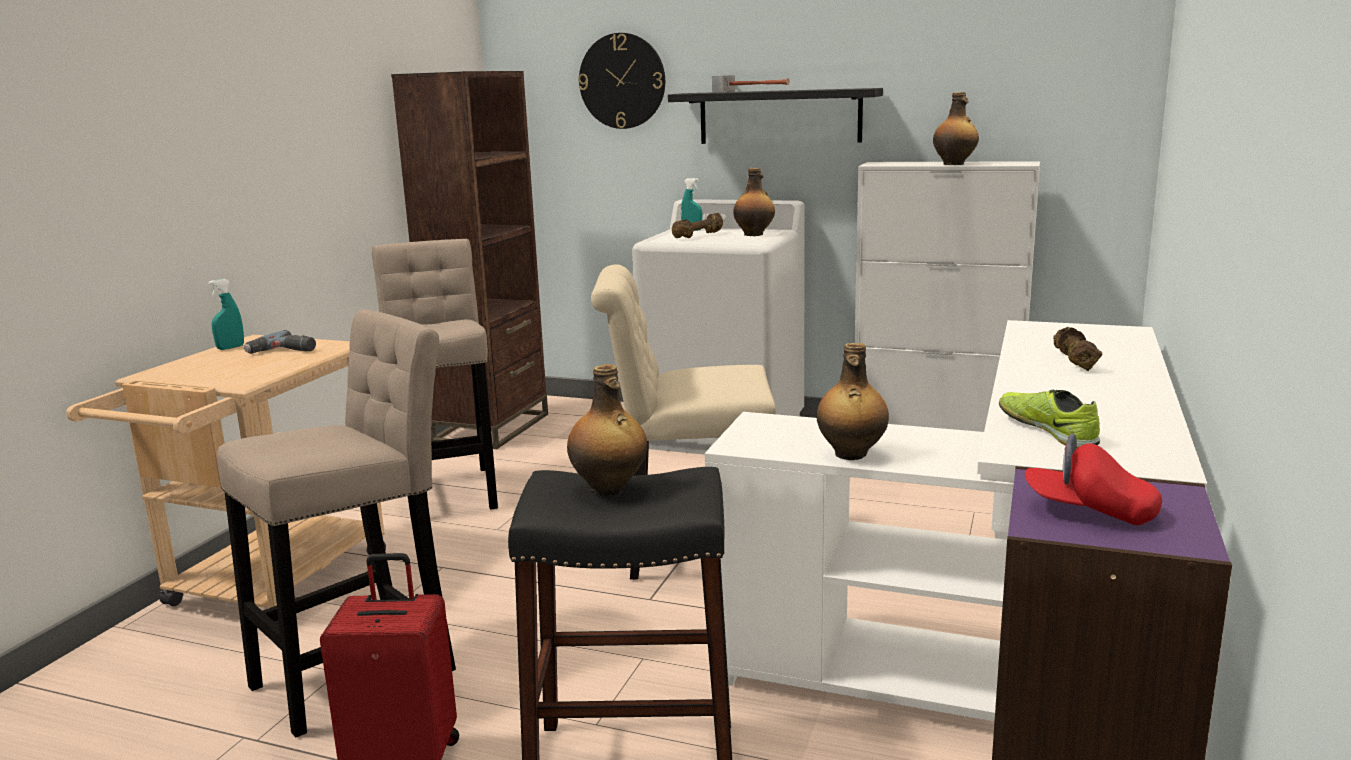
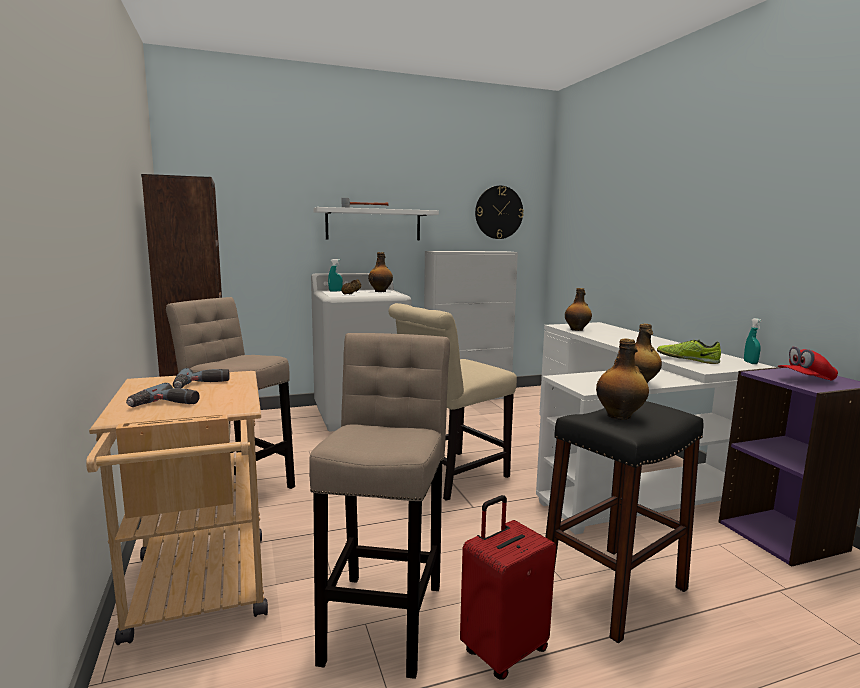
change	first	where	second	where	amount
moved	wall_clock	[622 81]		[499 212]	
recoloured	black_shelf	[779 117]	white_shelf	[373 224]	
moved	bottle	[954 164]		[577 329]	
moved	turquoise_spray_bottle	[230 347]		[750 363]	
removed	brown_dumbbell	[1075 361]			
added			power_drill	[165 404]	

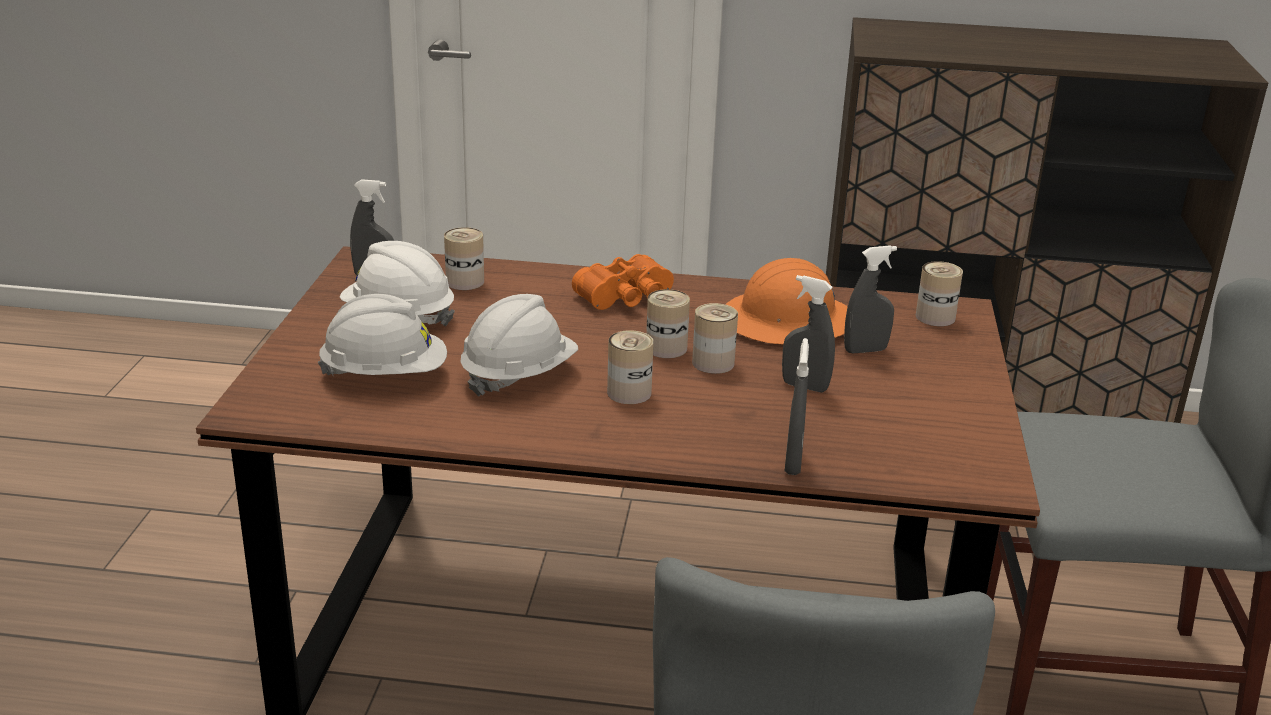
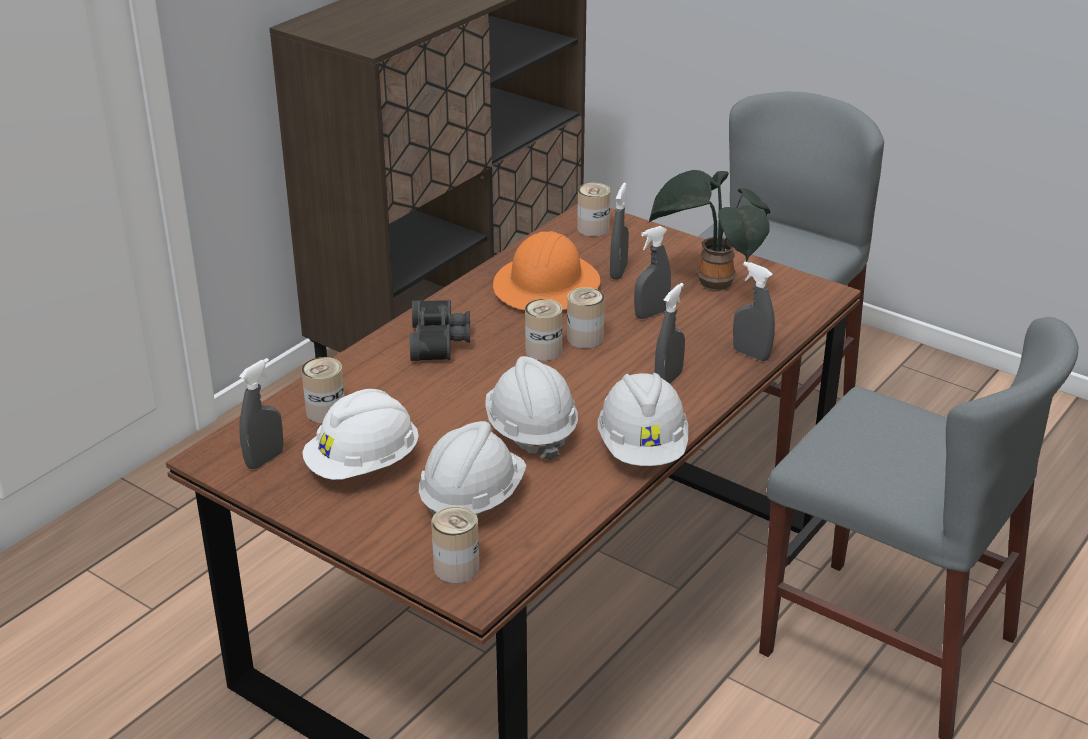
change	first	where	second	where	amount
recoloured	orange_binoculars	[627 298]	black_binoculars	[441 341]	
moved	can	[629 393]		[456 568]	
added			potted_plant	[710 284]	
added			grey_spray_bottle	[668 379]	
added			white_hard_hat	[642 448]	

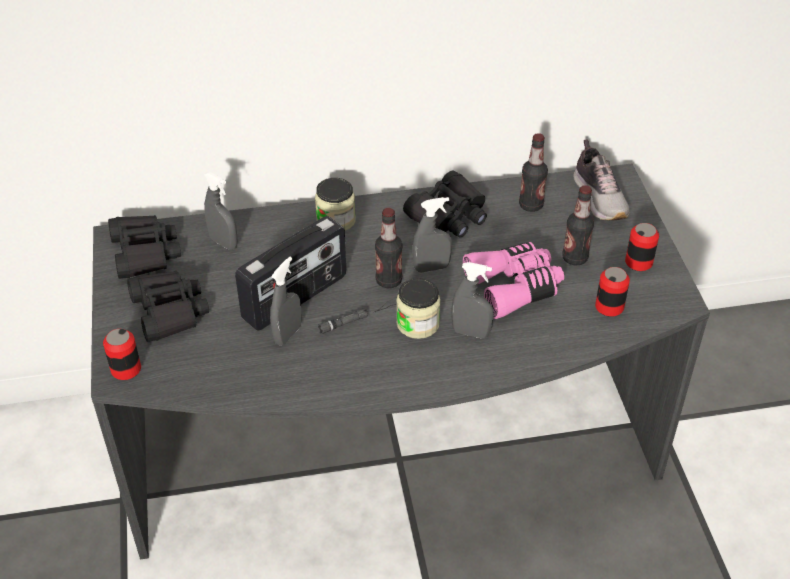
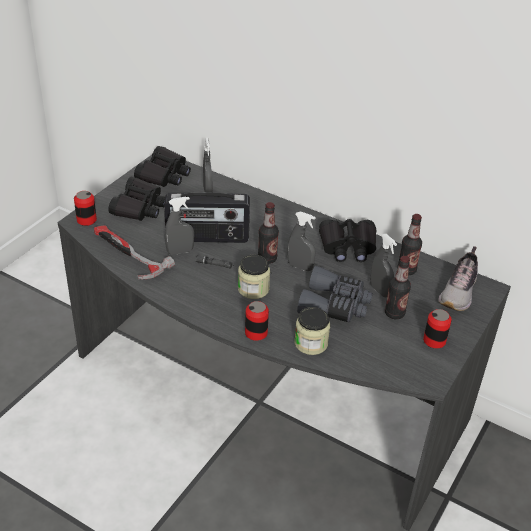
change	first	where	second	where	amount
moved	jar	[336 220]		[311 343]	
recoloured	pink_binoculars	[515 287]	grey_binoculars	[335 305]	
moved	grey_spray_bottle	[471 332]		[379 290]	
moved	can	[609 307]		[256 333]	
added			hammer	[127 254]	

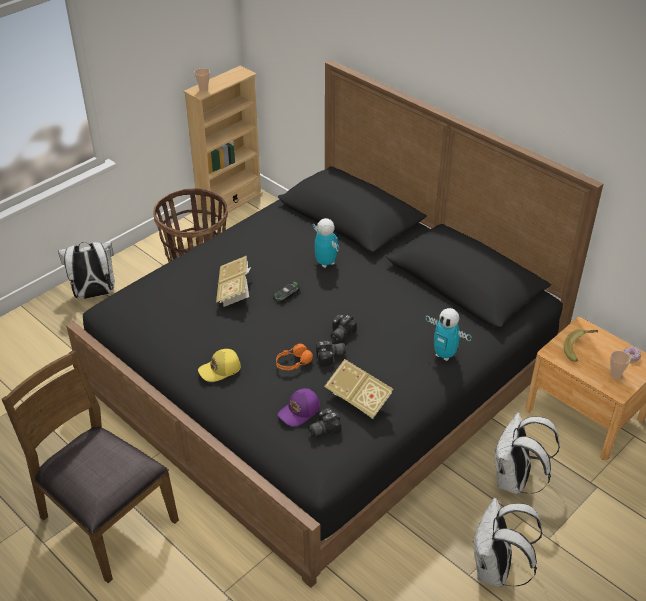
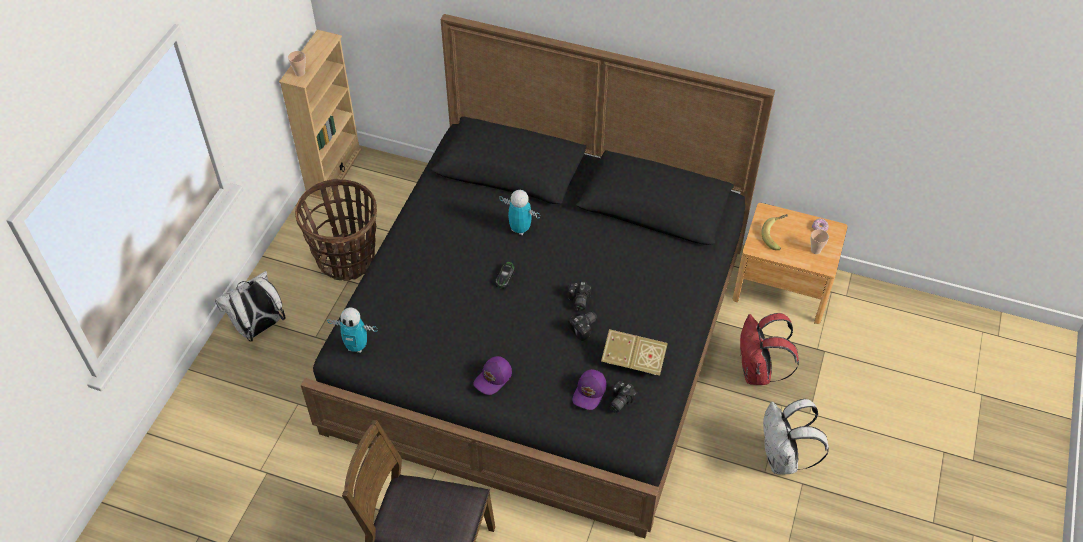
change	first	where	second	where	amount
removed	book	[234 291]			
moved	toy_robot	[444 355]		[356 346]	
removed	orange_headphones	[293 363]			
recoloured	yellow_cap	[220 370]	purple_cap	[493 378]	
recoloured	white_backpack	[515 481]	red_backpack	[758 372]	

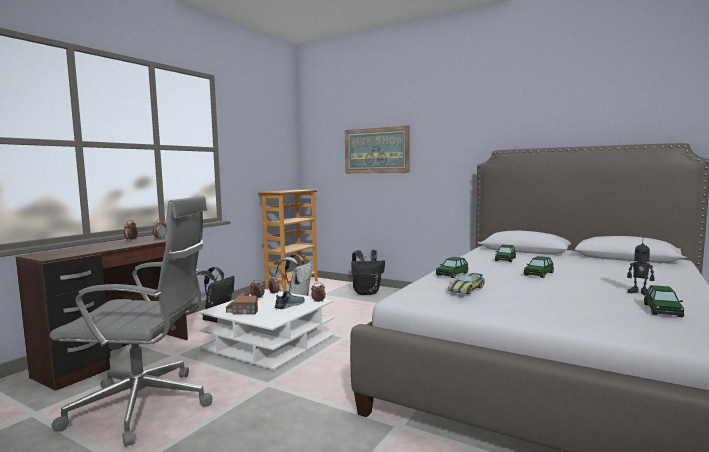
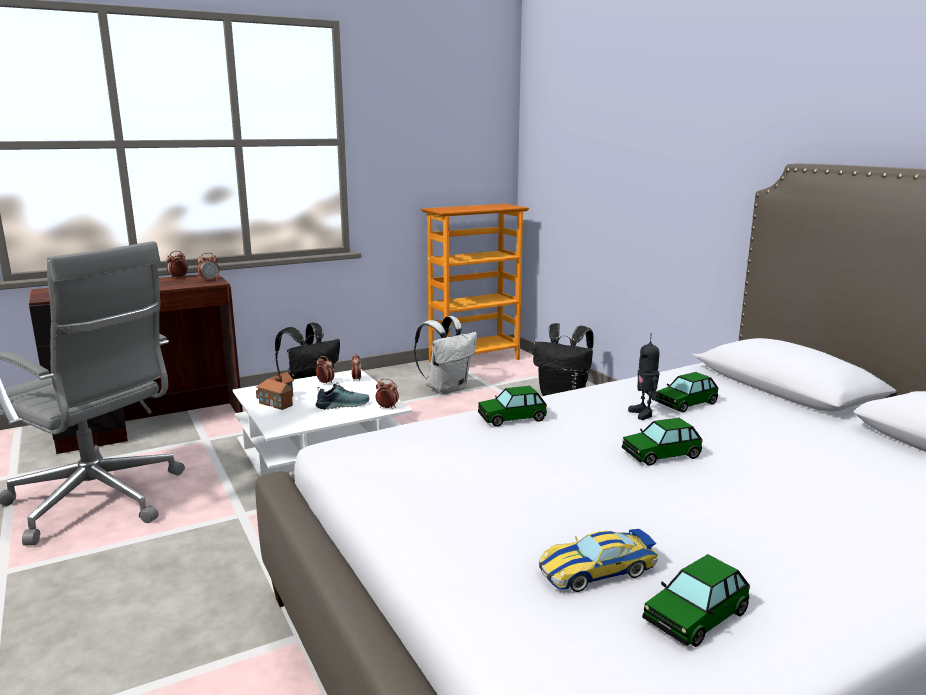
change	first	where	second	where	amount
removed	picture	[376 150]			
moved	toy_robot	[639 292]		[643 414]	
moved	toy_car	[466 289]		[597 570]	

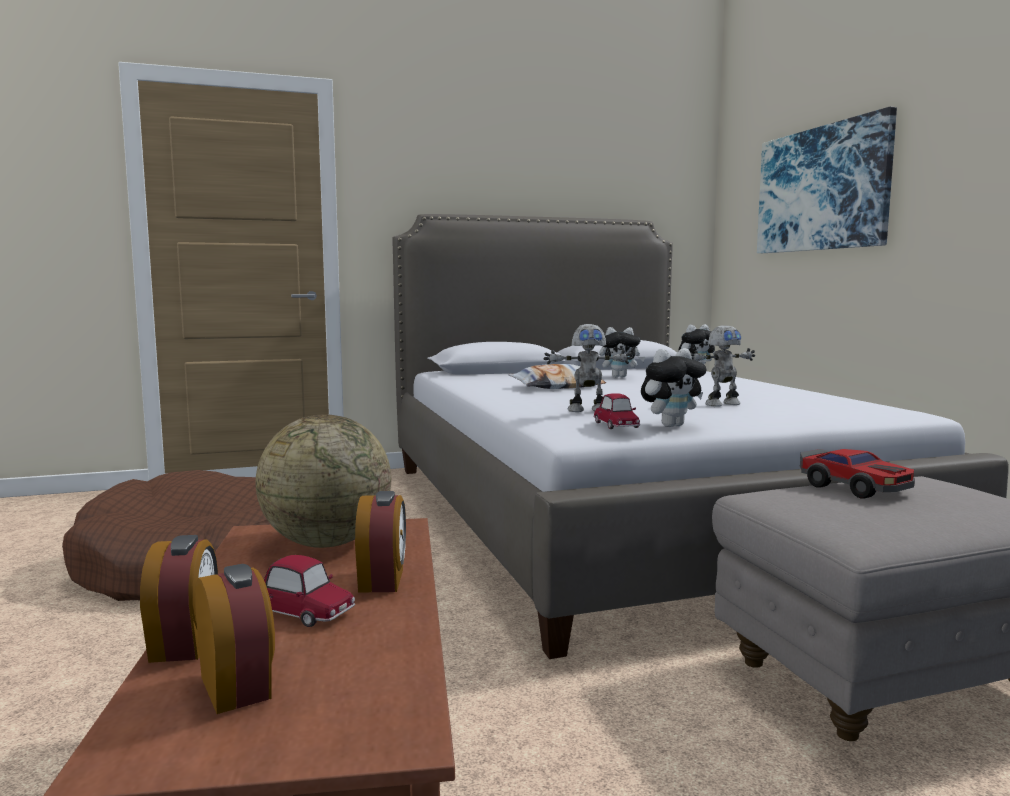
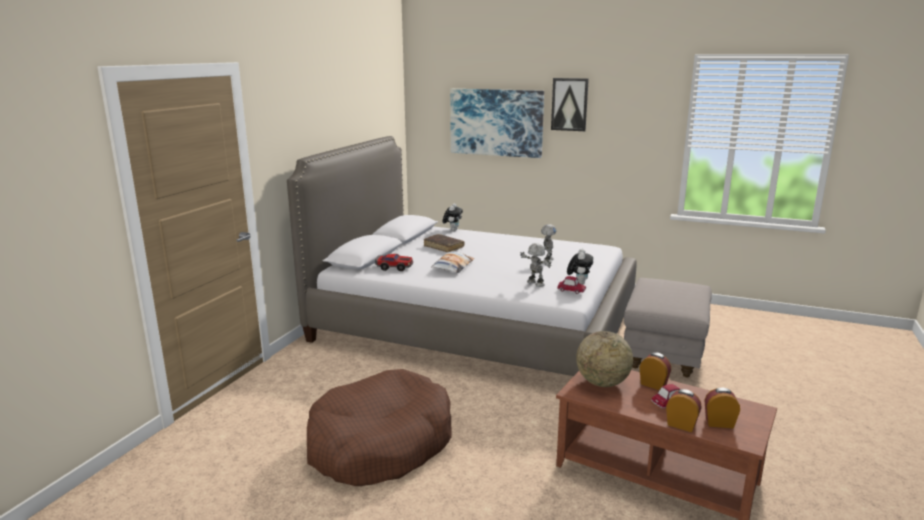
change	first	where	second	where	amount
turned	toy_robot	[587 410]		[535 284]	75 degrees counterclockwise
replaced	plush_toy	[620 377]	brown_book	[443 247]	
moved	toy_car	[854 487]		[394 267]	
added			picture	[569 104]	

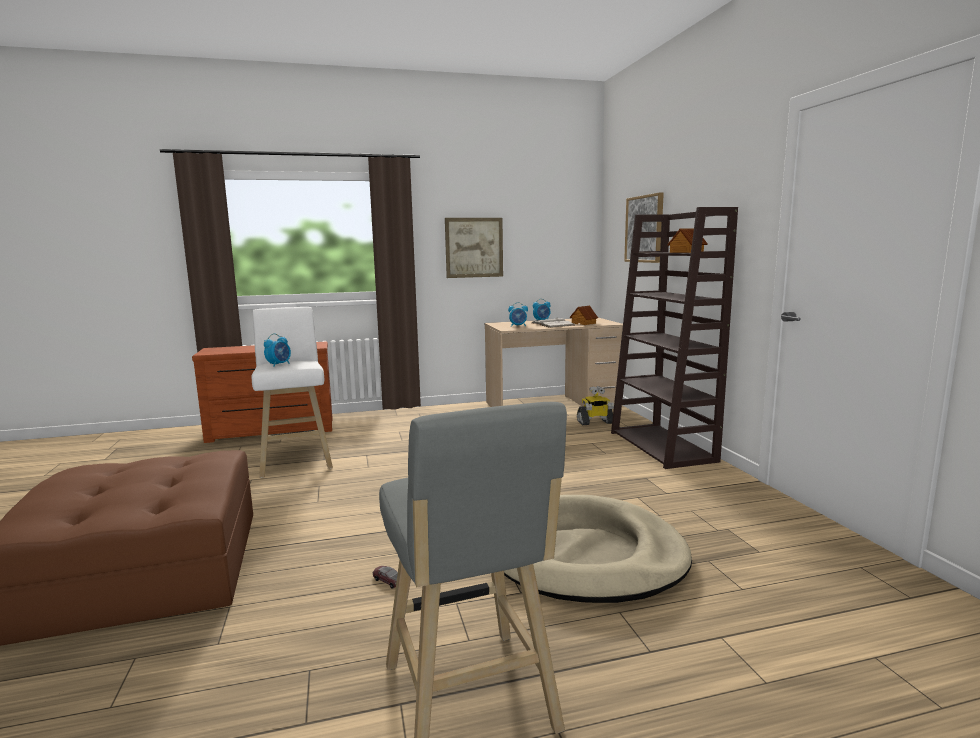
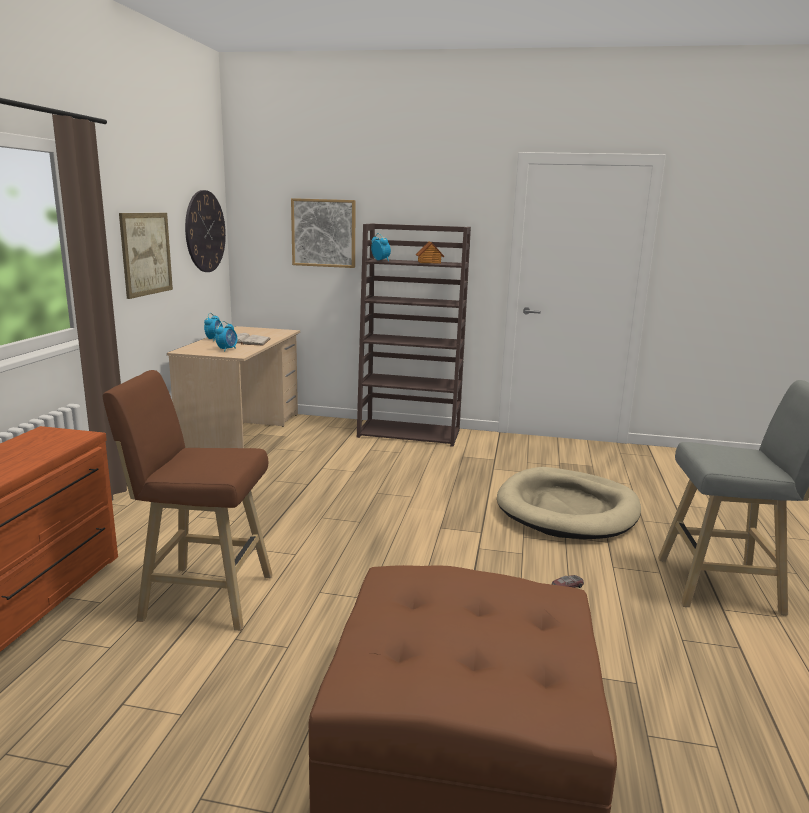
change	first	where	second	where	amount
removed	toy_house	[584 323]			
recoloured	white_stool	[296 459]	brown_stool	[202 596]	
moved	alarm_clock	[279 365]		[380 260]	
removed	toy_robot	[595 422]			
added			wall_clock	[205 231]	

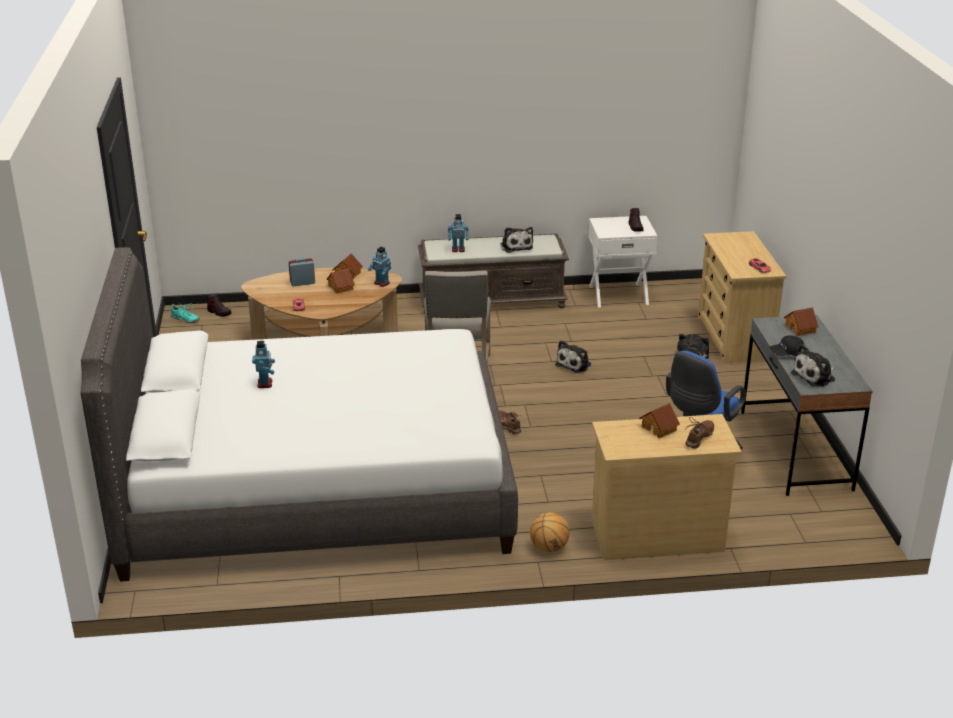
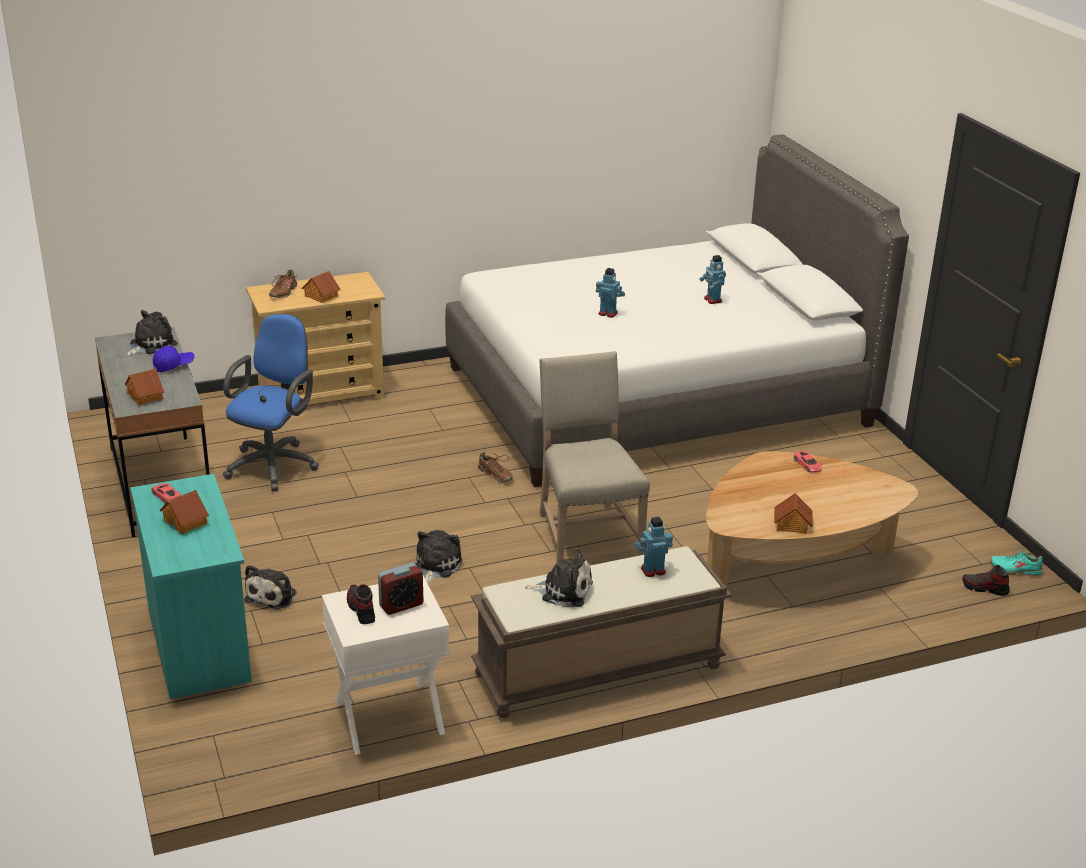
change	first	where	second	where	amount
turned	plush_toy	[516 246]		[563 591]	135 degrees clockwise
recoloured	beige_dresser	[734 338]	turquoise_dresser	[198 644]	
moved	toy_robot	[381 283]		[608 313]	
moved	alarm_clock	[302 283]		[401 605]	
moved	toy_house	[340 288]		[186 522]	
recoloured	black_cap	[786 353]	blue_cap	[173 365]	
removed	basketball	[548 548]			

